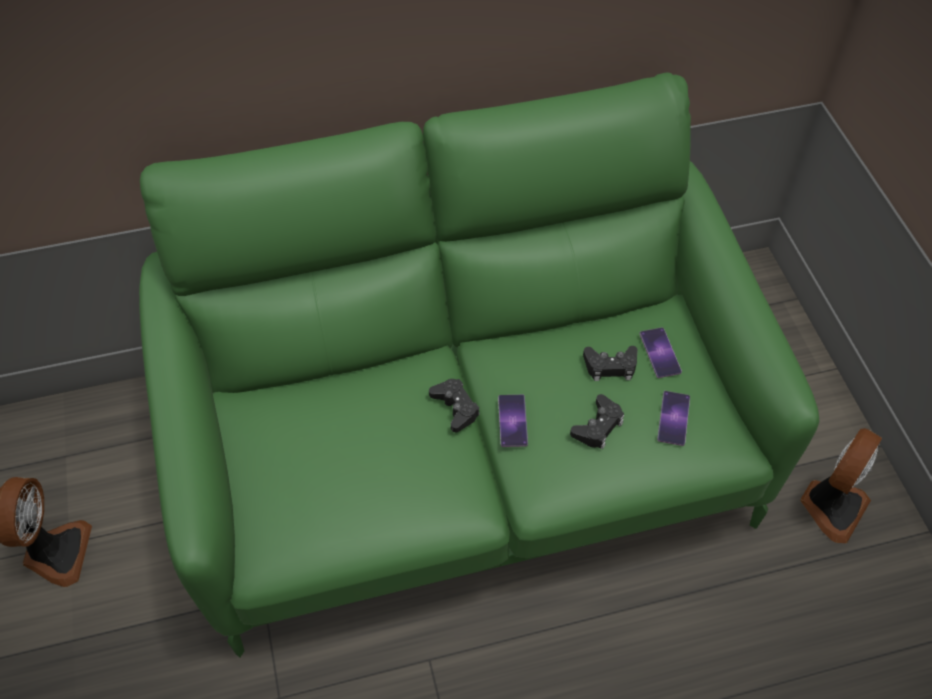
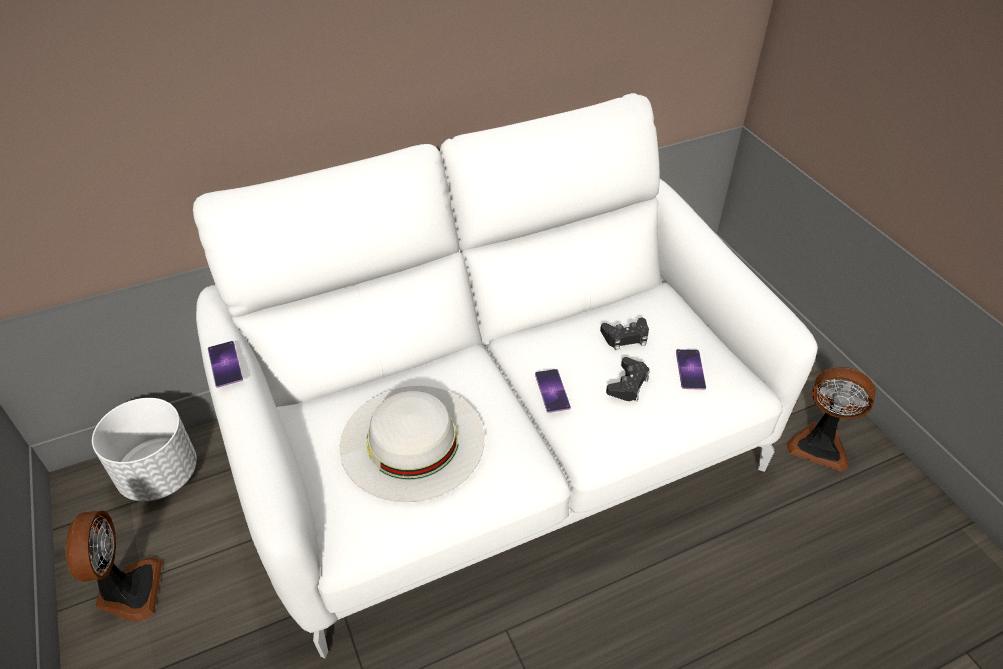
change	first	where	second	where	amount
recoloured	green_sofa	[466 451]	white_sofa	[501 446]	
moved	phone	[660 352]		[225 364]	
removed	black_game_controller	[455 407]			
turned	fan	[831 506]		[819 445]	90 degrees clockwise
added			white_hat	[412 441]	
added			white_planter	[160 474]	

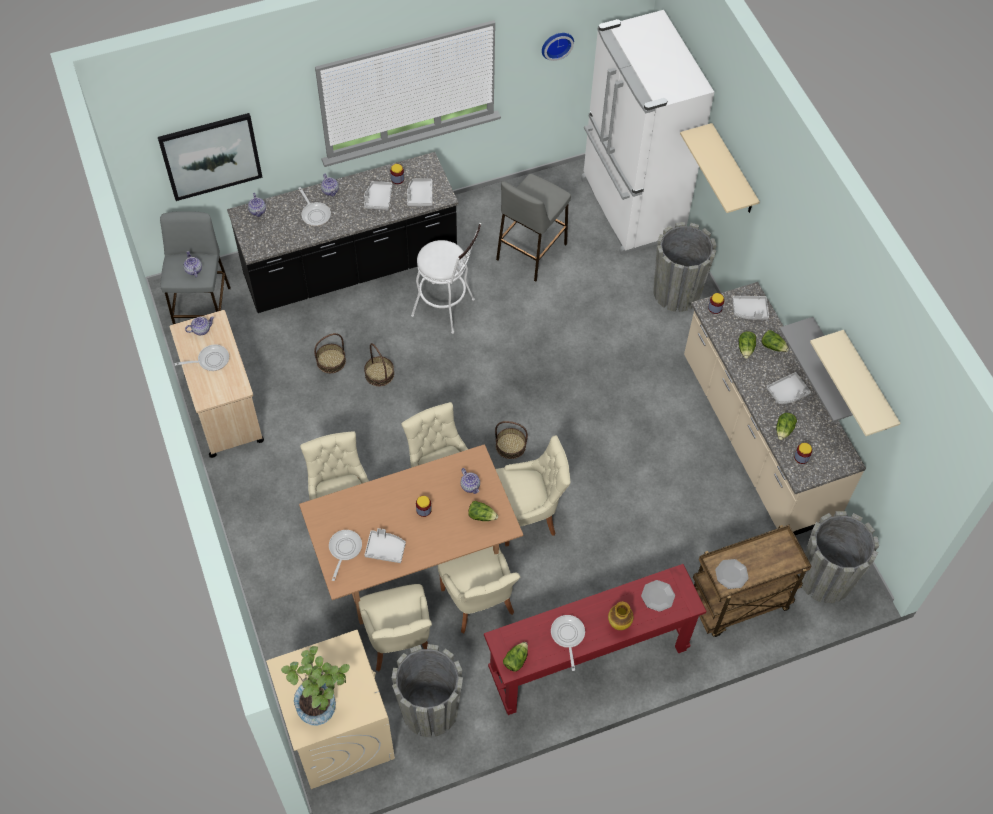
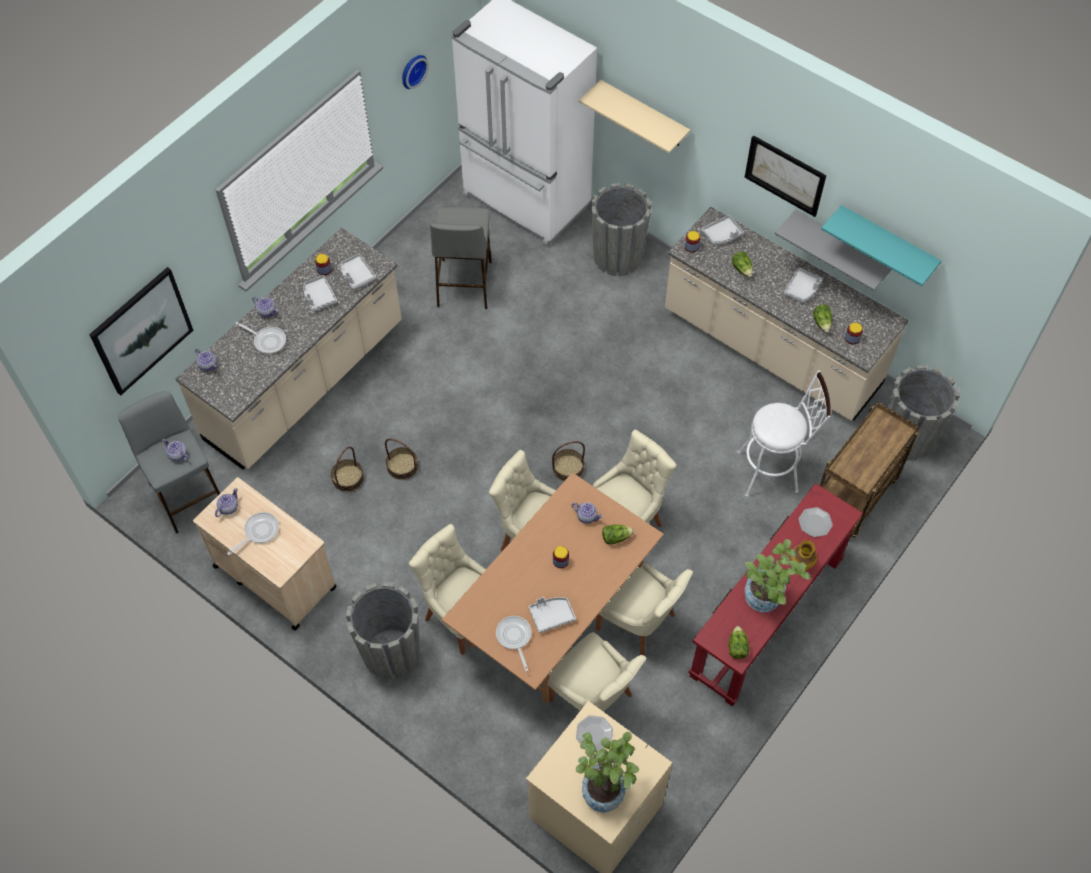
change	first	where	second	where	amount
recoloured	black_counter	[351 269]	beige_counter	[306 382]	
moved	white_stool	[448 309]		[773 471]	
removed	lettuce	[773 346]			
recoloured	beige_shelf	[867 383]	turquoise_shelf	[887 242]	
moved	plate	[731 574]		[594 733]	
replaced	frying_pan	[567 636]	potted_plant	[765 600]	
moved	grey_planter	[429 709]		[391 652]	
added			picture	[785 175]	

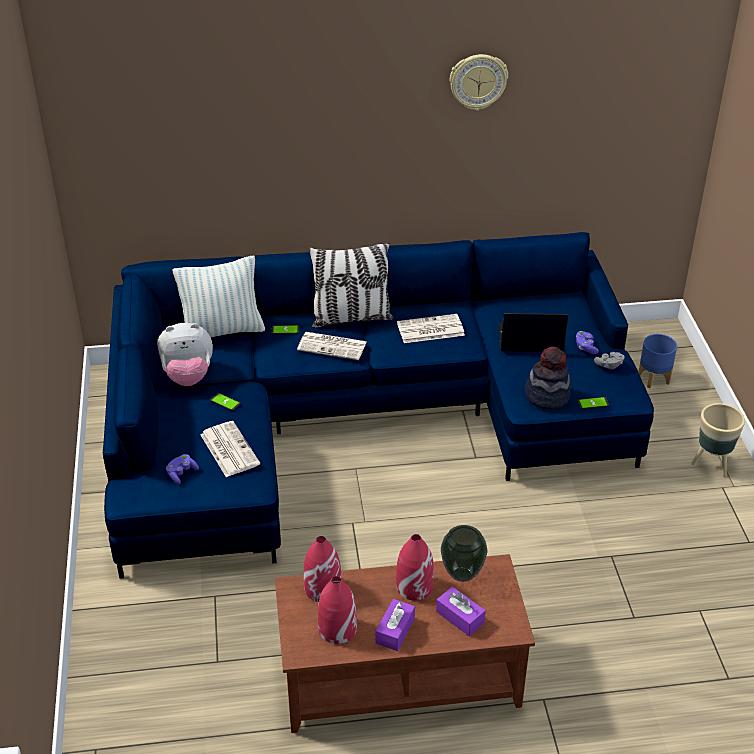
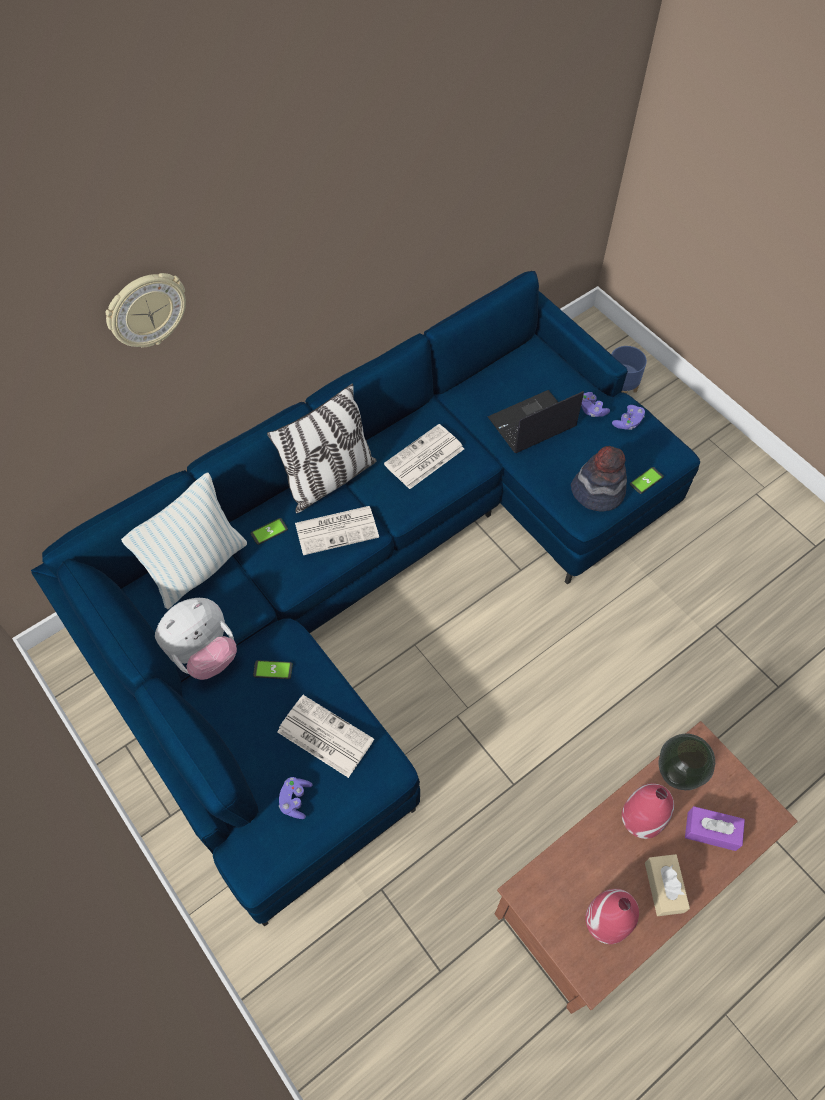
change	first	where	second	where	amount
moved	wall_clock	[478 81]		[146 310]	
recoloured	grey_game_controller	[609 365]	purple_game_controller	[628 422]	
removed	beige_planter	[711 464]			
removed	red_vase	[323 588]			
recoloured	purple_tissue_box	[395 631]	beige_tissue_box	[664 887]	

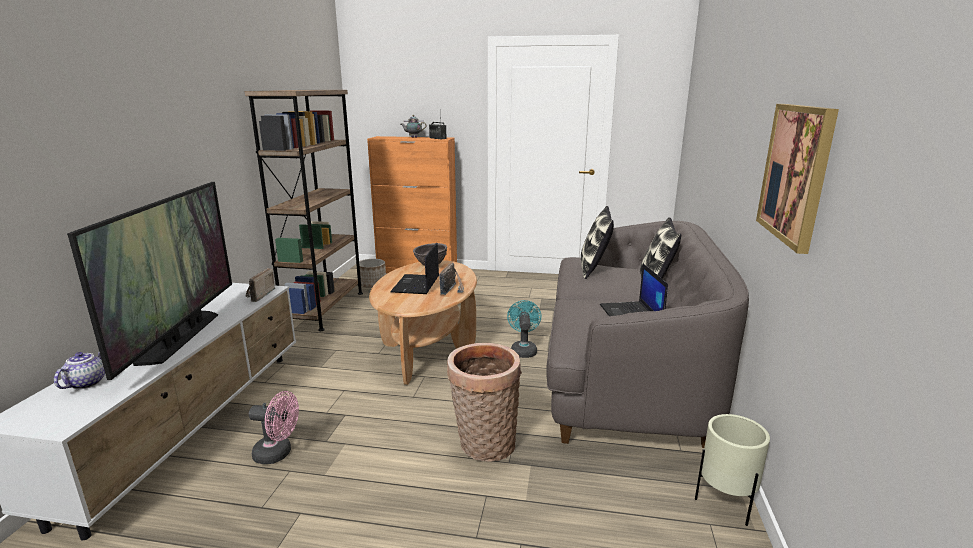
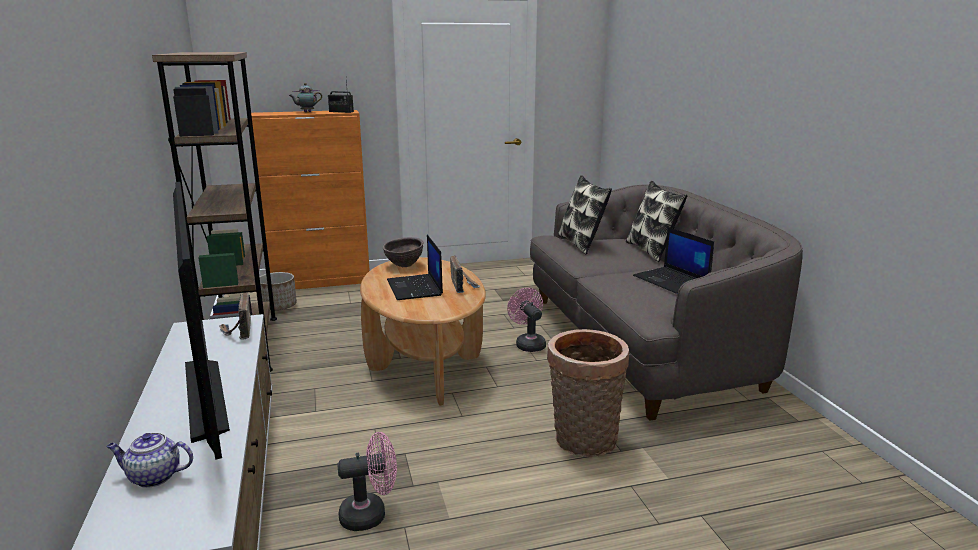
change	first	where	second	where	amount
removed	picture	[796 173]			
recoloured	turquoise_fan	[523 350]	pink_fan	[528 344]	
turned	teapot	[87 382]		[153 477]	75 degrees counterclockwise
removed	beige_planter	[725 505]			

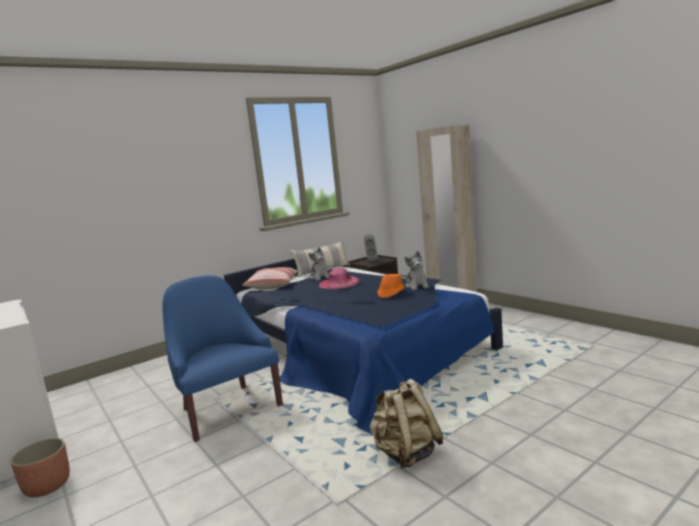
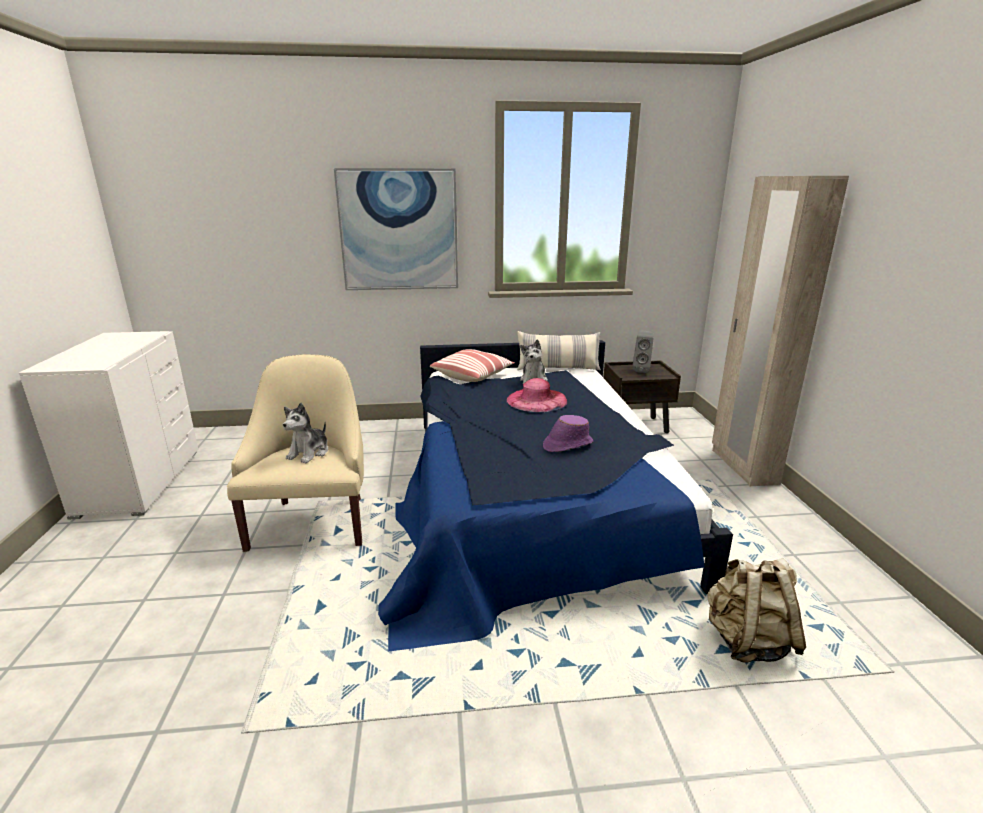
change	first	where	second	where	amount
moved	plush_toy	[417 286]		[309 453]	
recoloured	orange_hat	[391 293]	purple_hat	[567 445]	
recoloured	blue_armchair	[227 409]	beige_armchair	[313 522]	
moved	beige_backpack	[406 453]		[747 641]	
removed	planter	[47 486]			
added			picture	[399 230]	

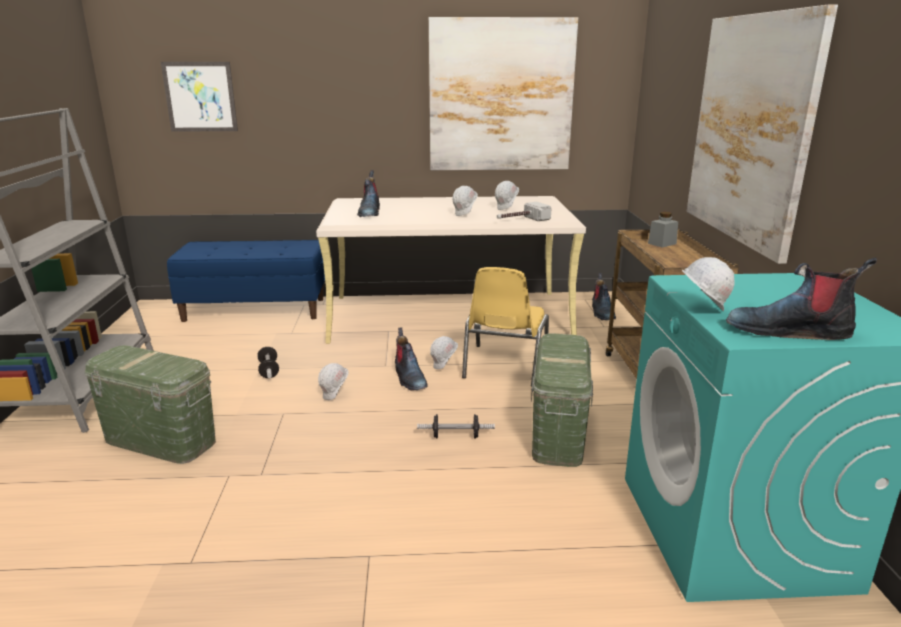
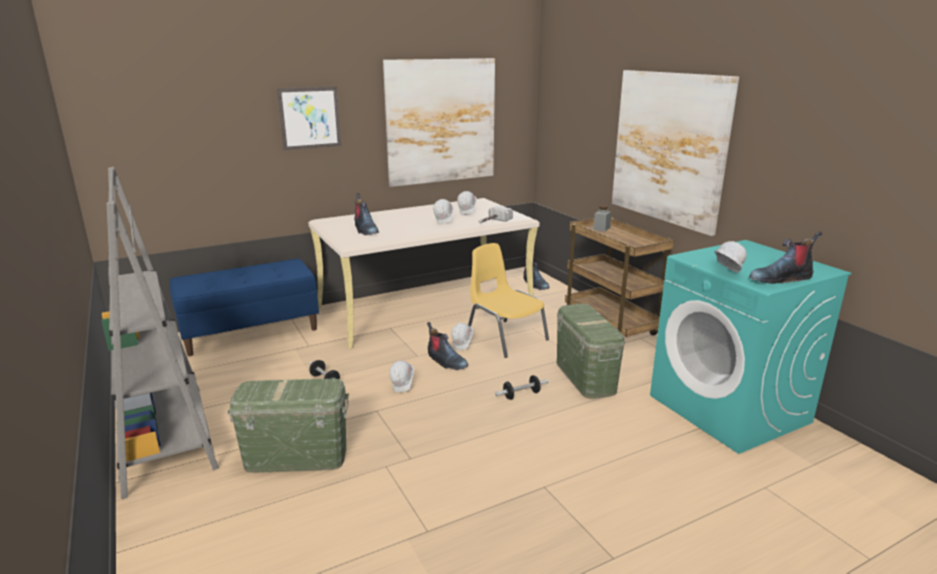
change	first	where	second	where	amount
moved	picture	[200 97]		[310 118]	
turned	yellow_chair	[504 366]		[505 337]	150 degrees clockwise

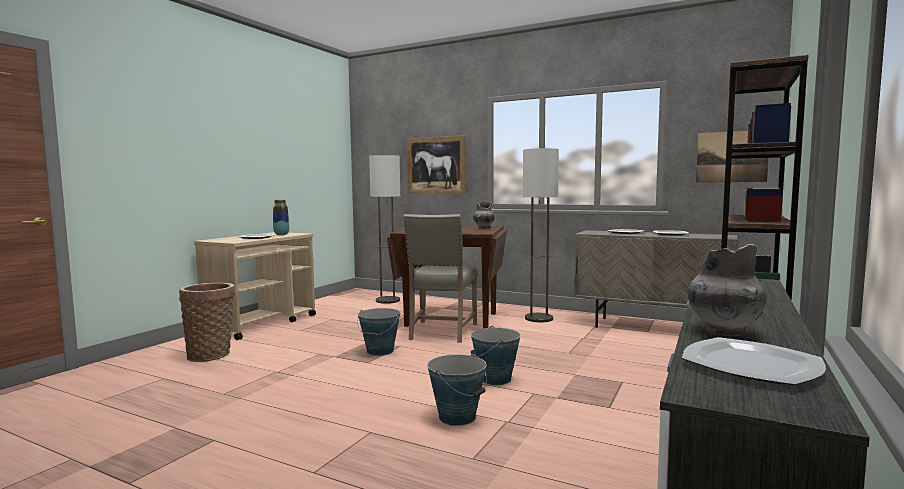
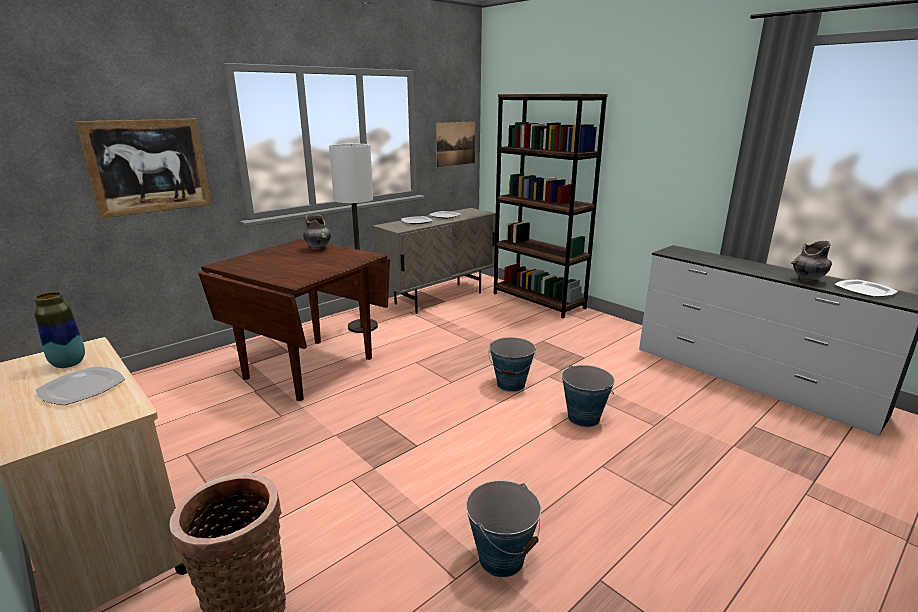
change	first	where	second	where	amount
removed	floor_lamp	[387 300]			
removed	beige_chair	[441 332]			
moved	bucket	[380 351]		[501 558]	

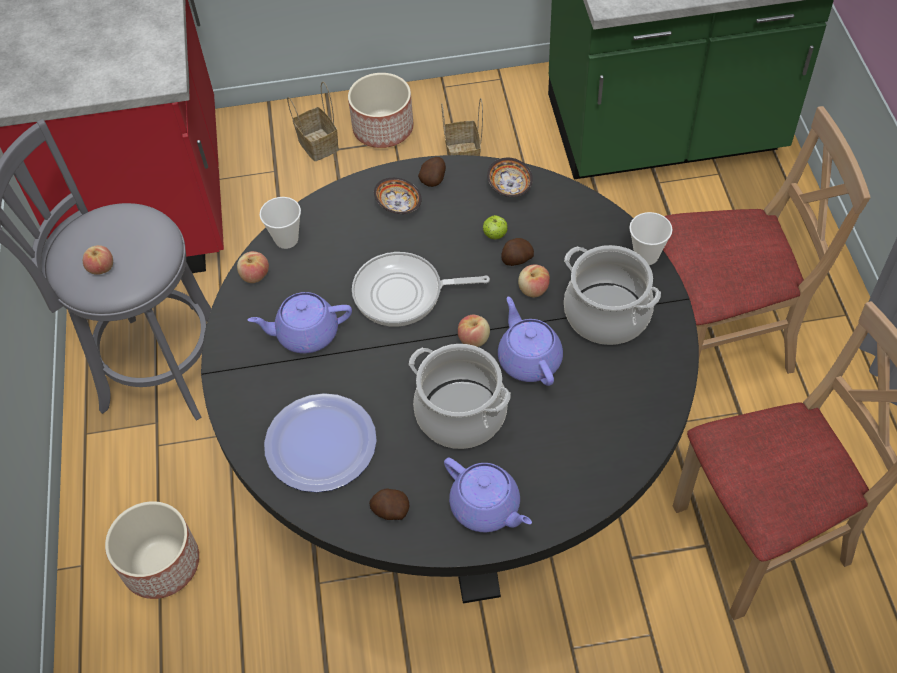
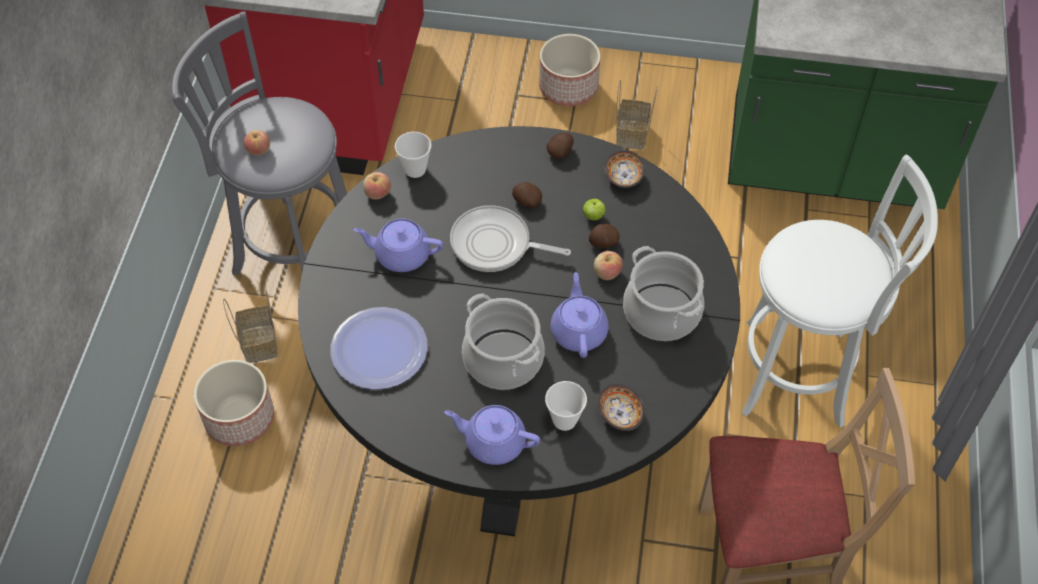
change	first	where	second	where	amount
moved	basket	[317 144]		[258 342]	
replaced	beige_chair	[718 342]	white_stool	[802 374]	
moved	bowl	[398 205]		[620 414]	
moved	cup	[646 256]		[564 420]	
removed	apple	[474 339]			
turned	purple_teapot	[486 507]		[493 442]	135 degrees clockwise
moved	potato	[390 511]		[526 201]	

